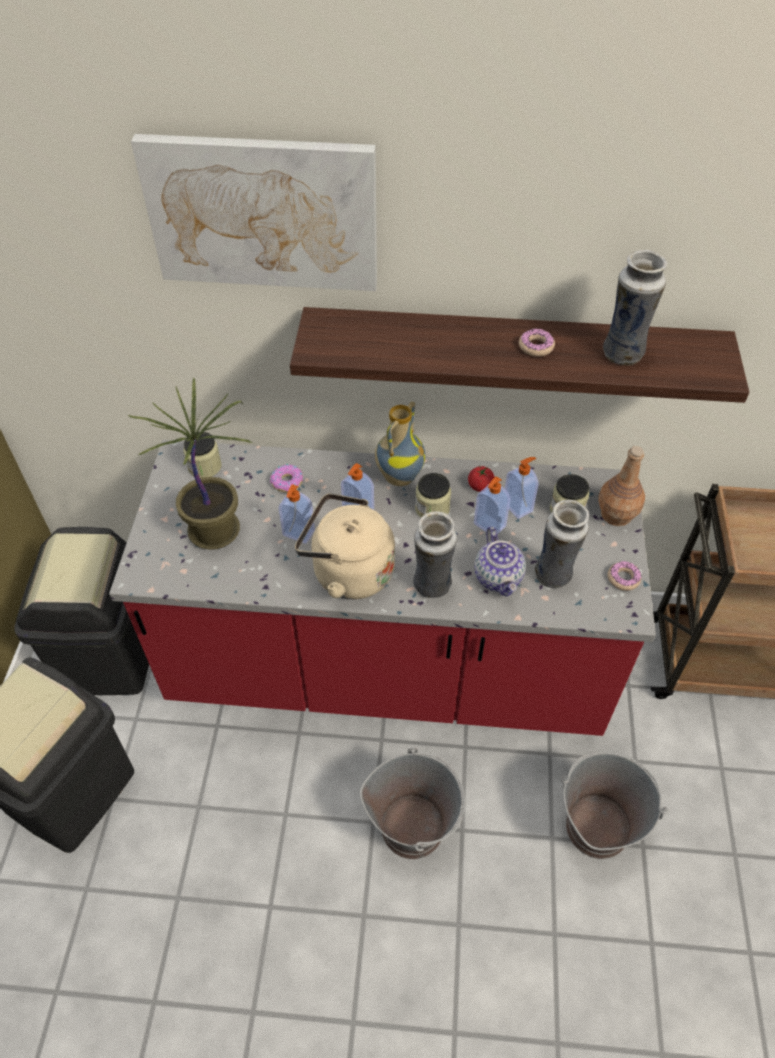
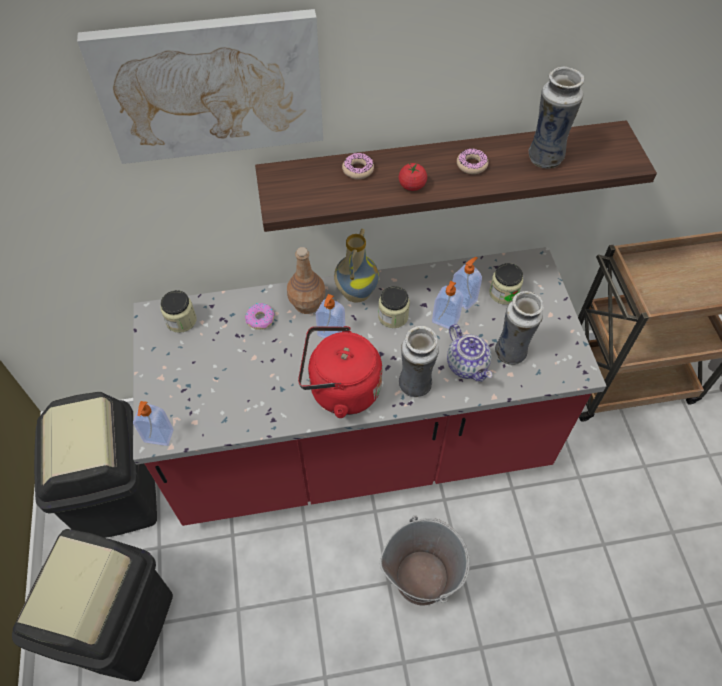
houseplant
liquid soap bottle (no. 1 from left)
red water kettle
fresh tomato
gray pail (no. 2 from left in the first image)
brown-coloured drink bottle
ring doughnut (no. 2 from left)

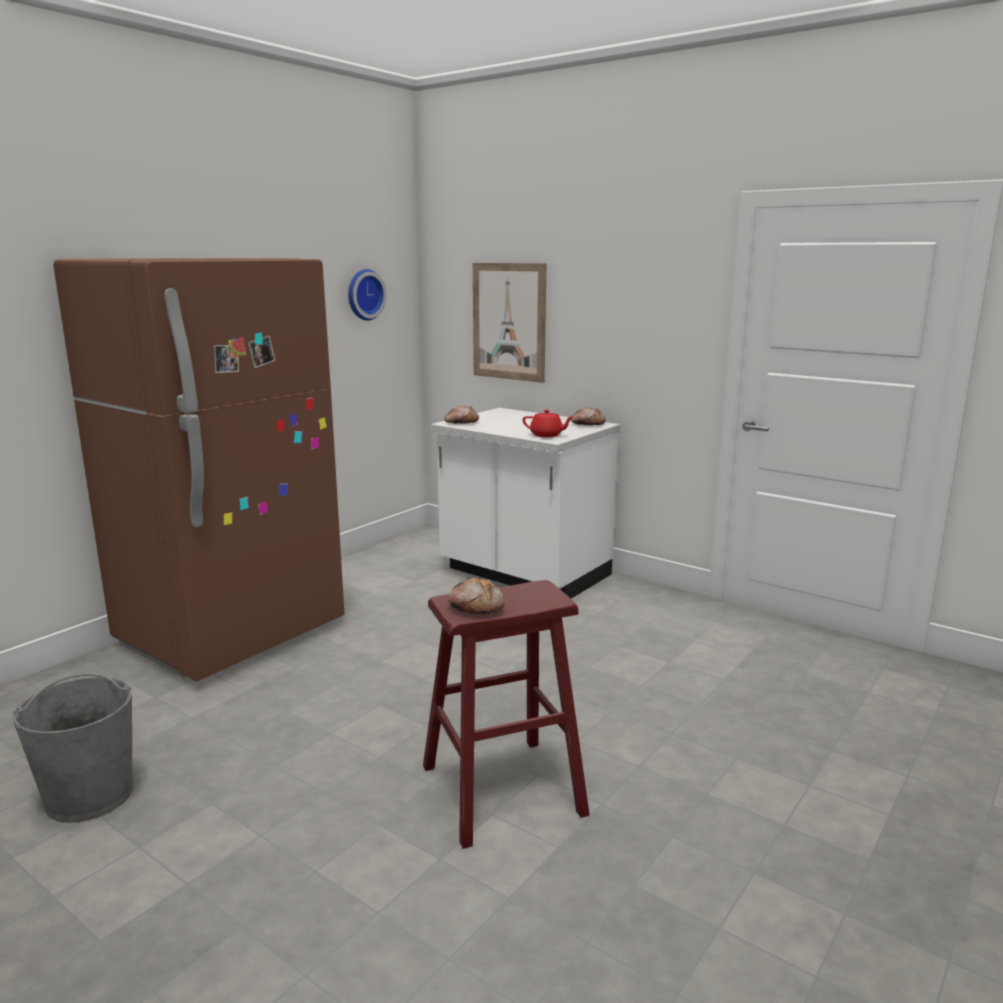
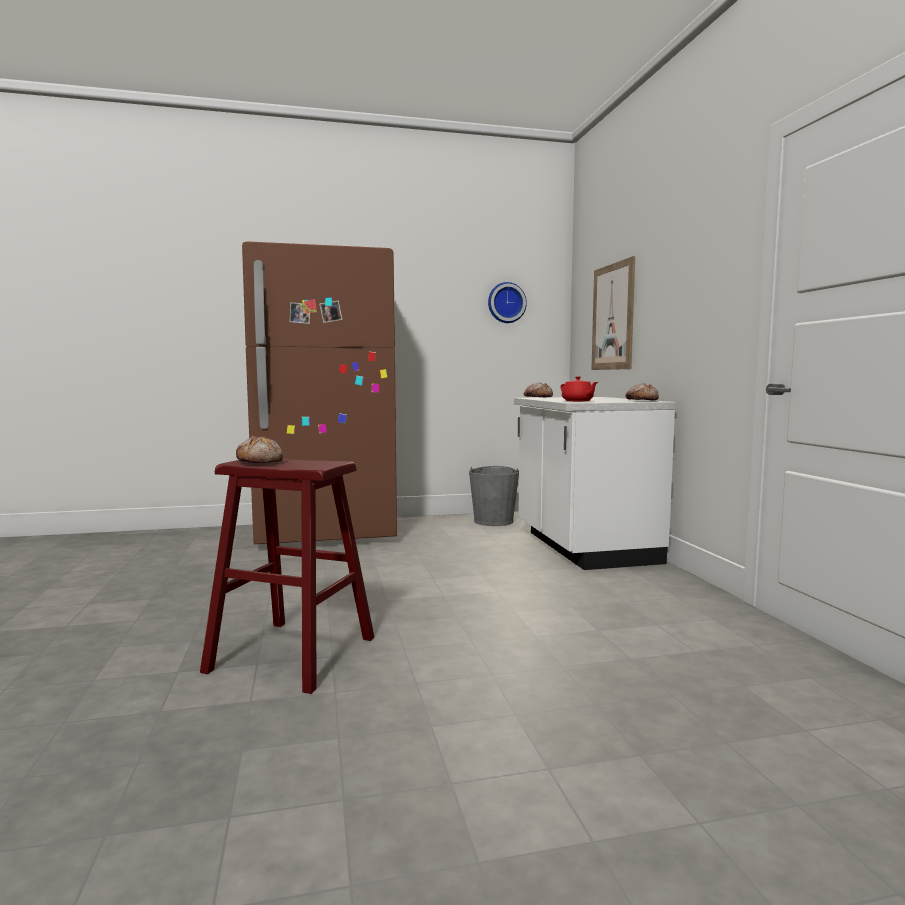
gray pail

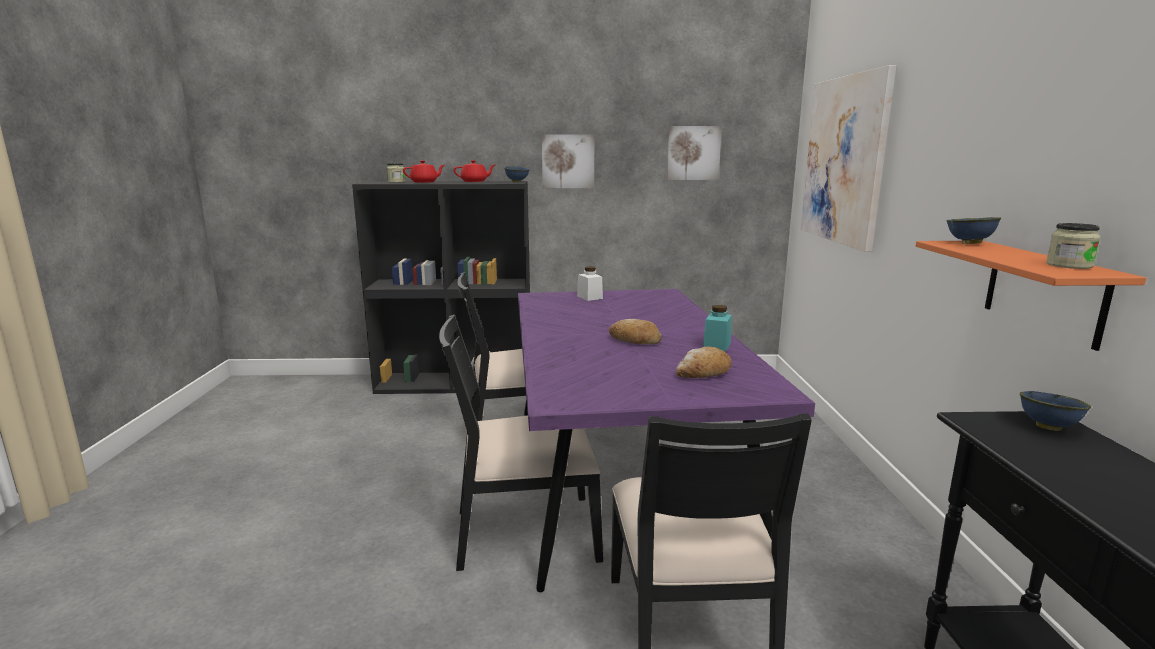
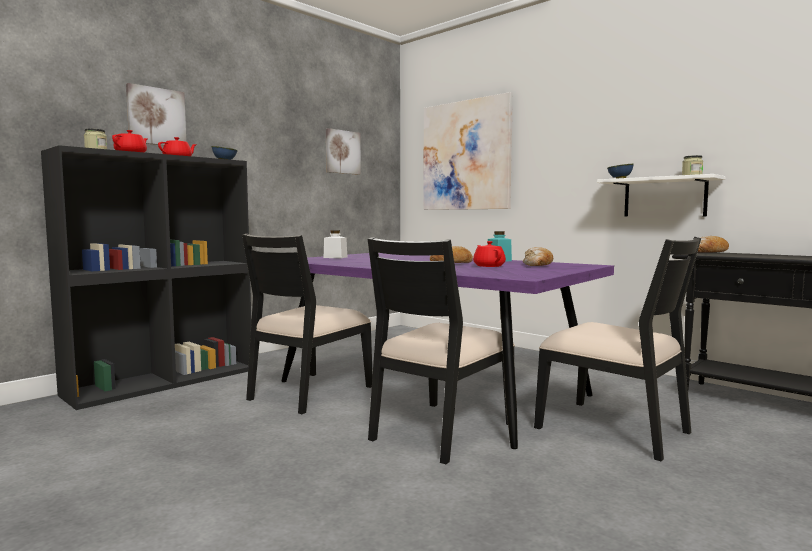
wall art (no. 1 from left)
white-coloured bracket shelf
bread (no. 3 from left)
red pot for tea (no. 3 from left)

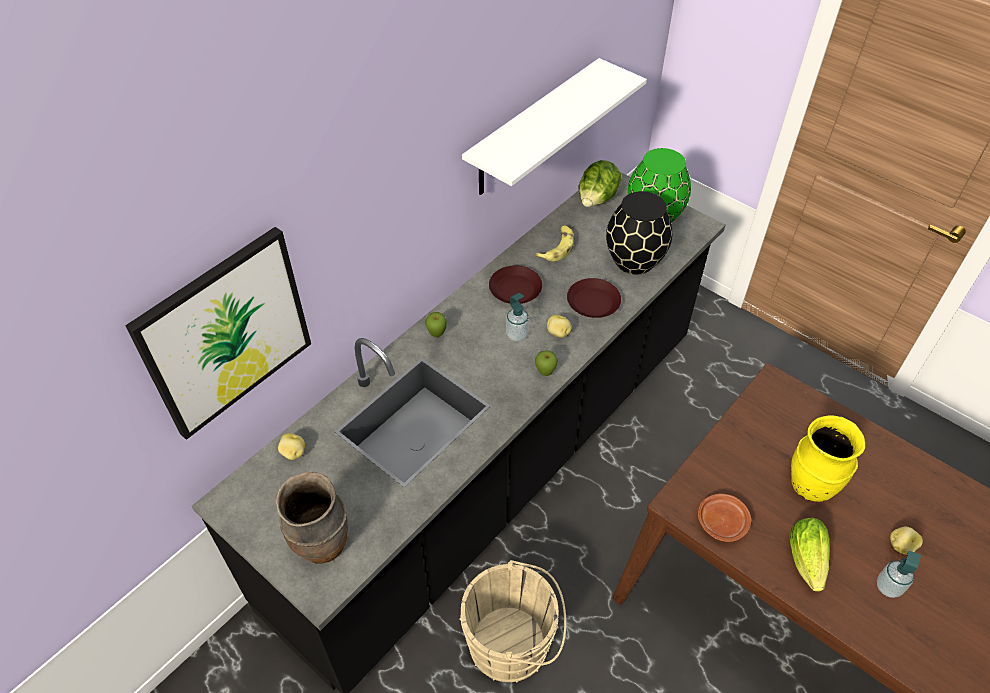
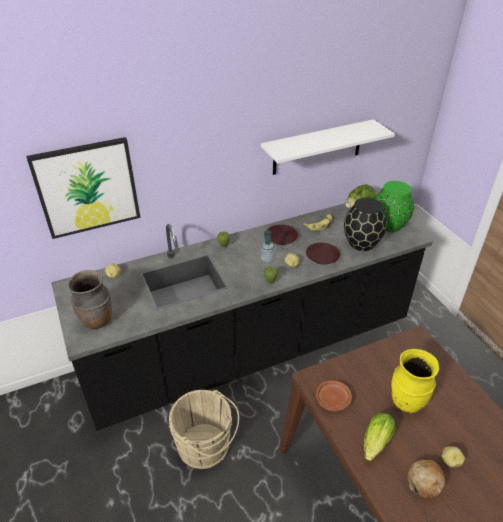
bread

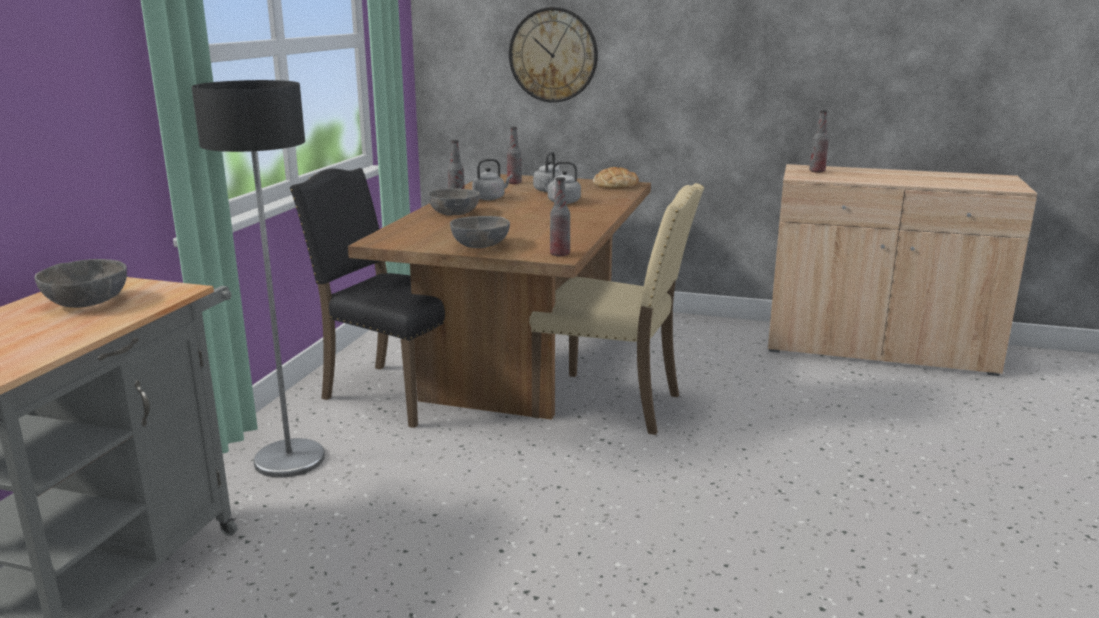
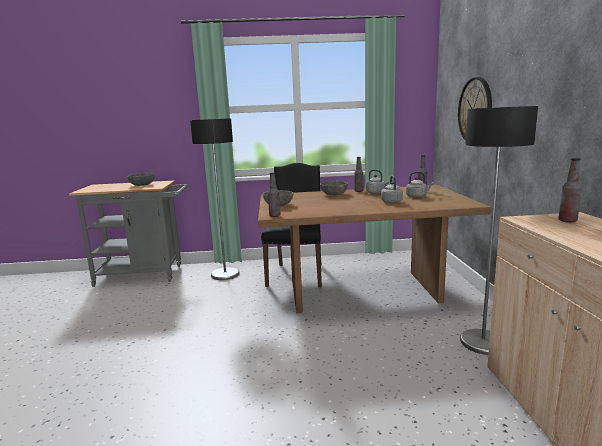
beige-coloured upright chair
bread
floor lamp (no. 2 from left)

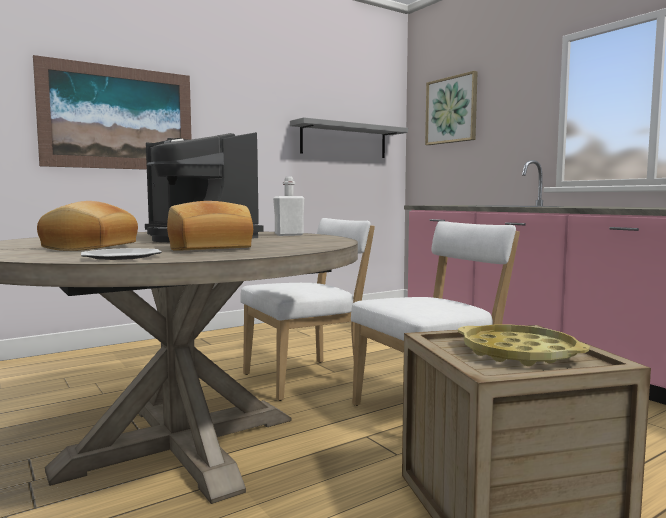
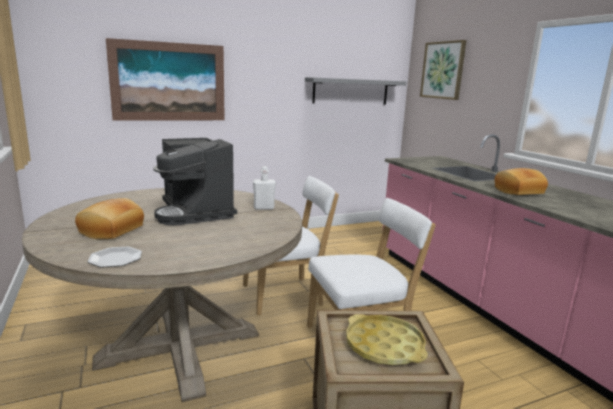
bread (no. 2 from left)

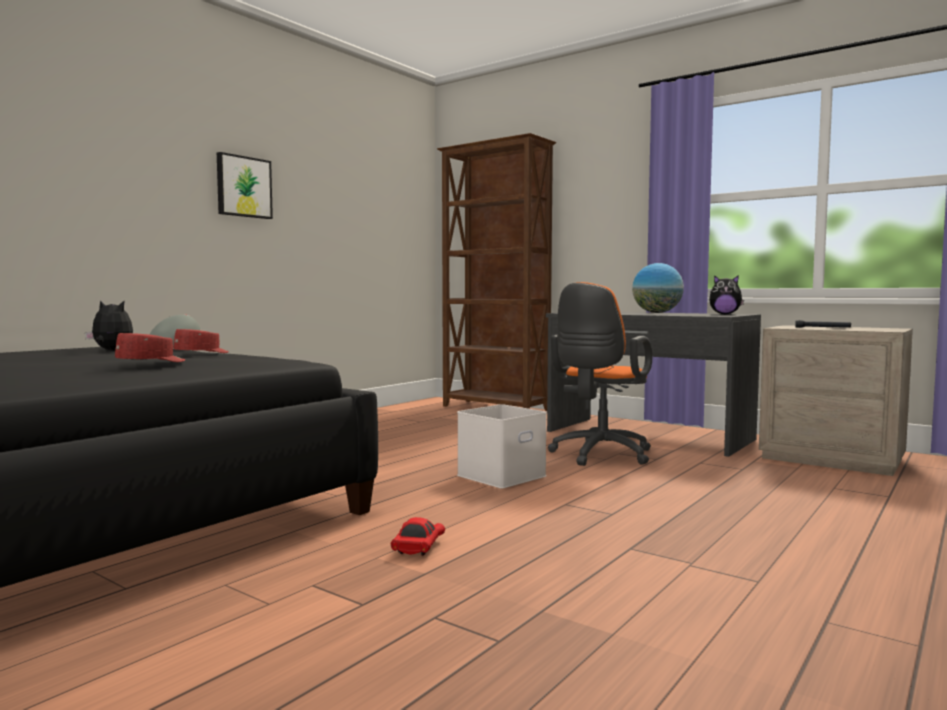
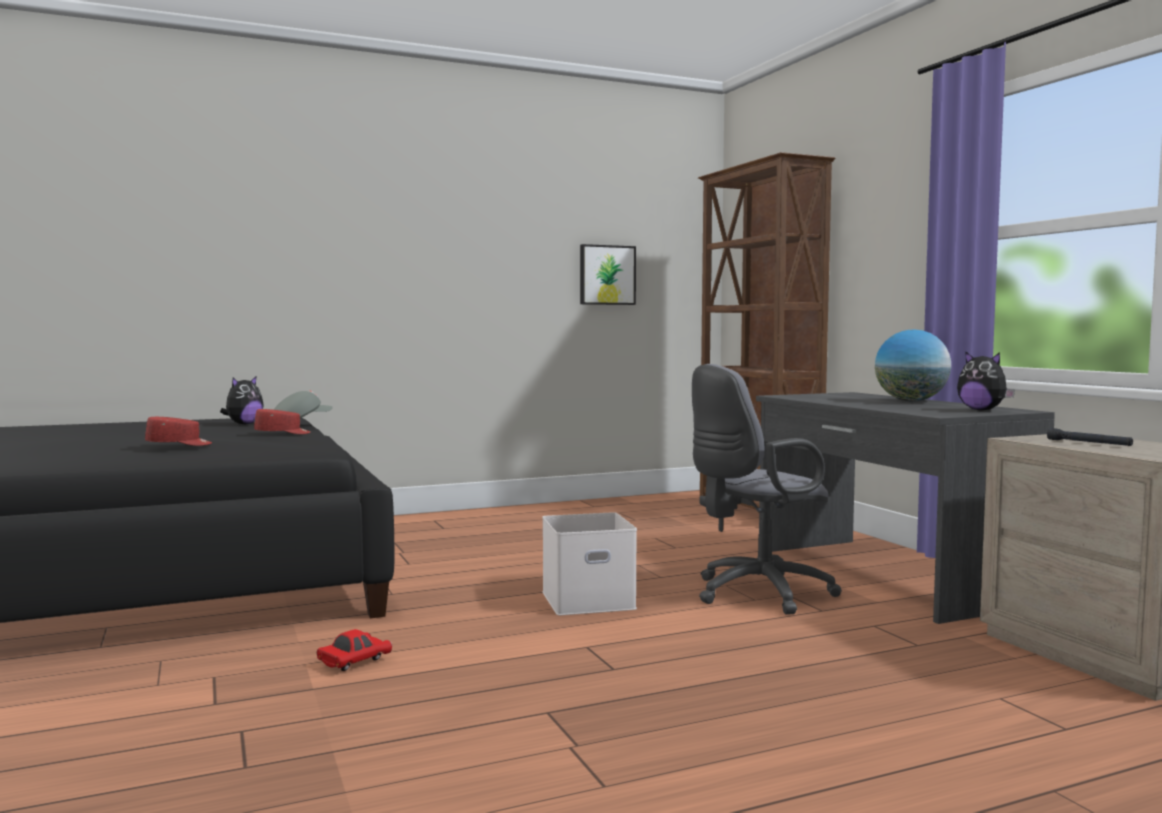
cuddly toy (no. 1 from left)
wall art
gray desk chair

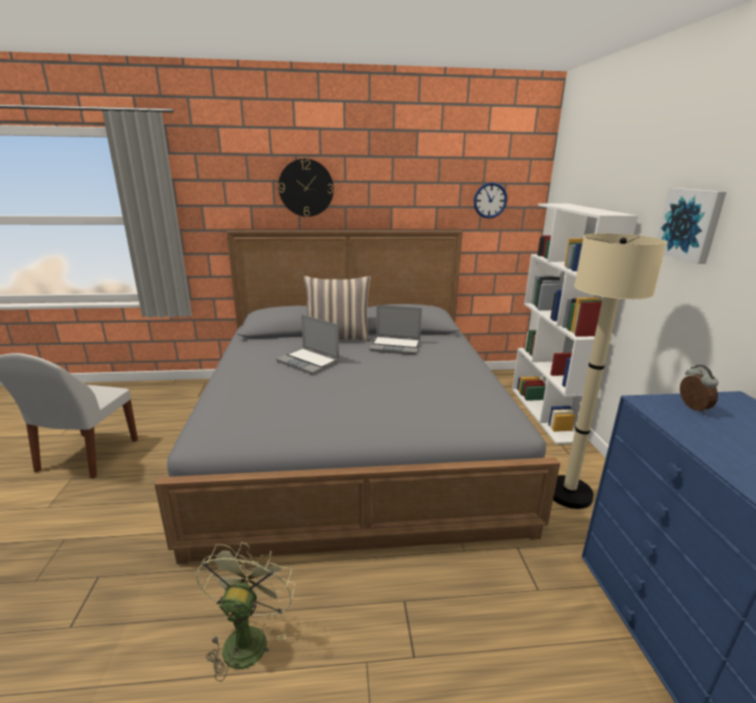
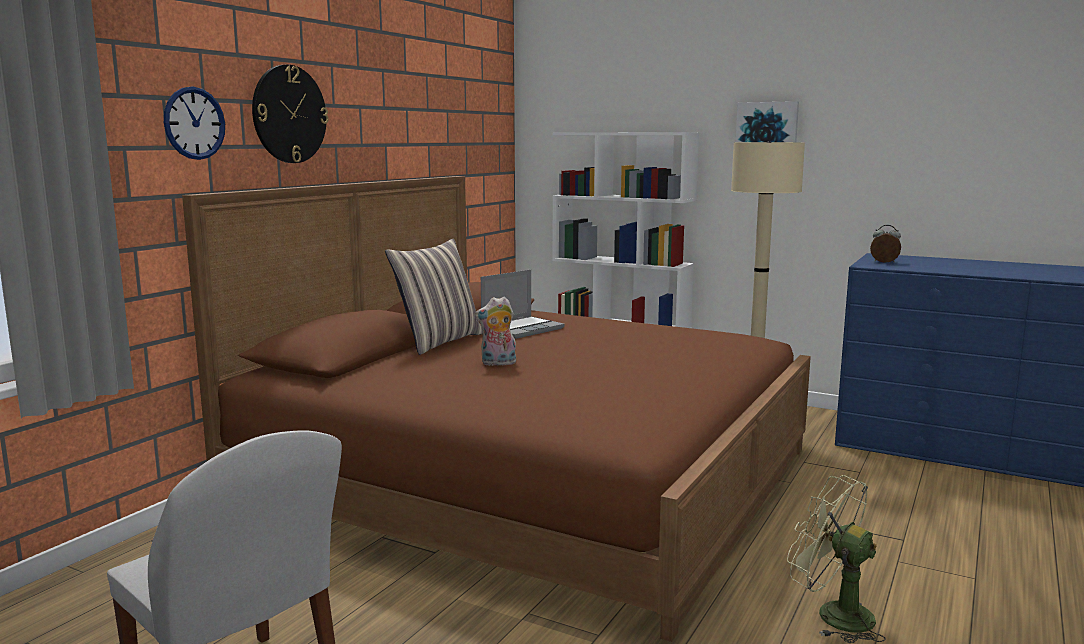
brown-coloured bed
cuddly toy
wall clock (no. 1 from left)

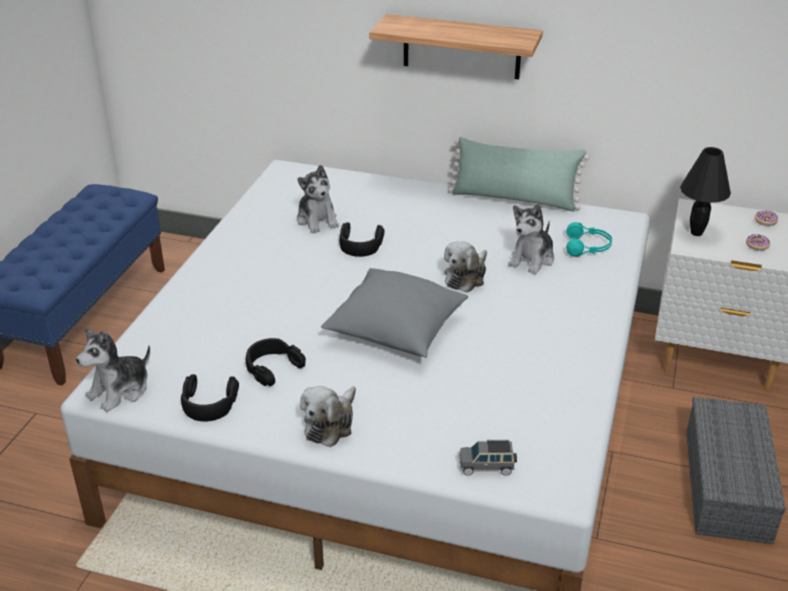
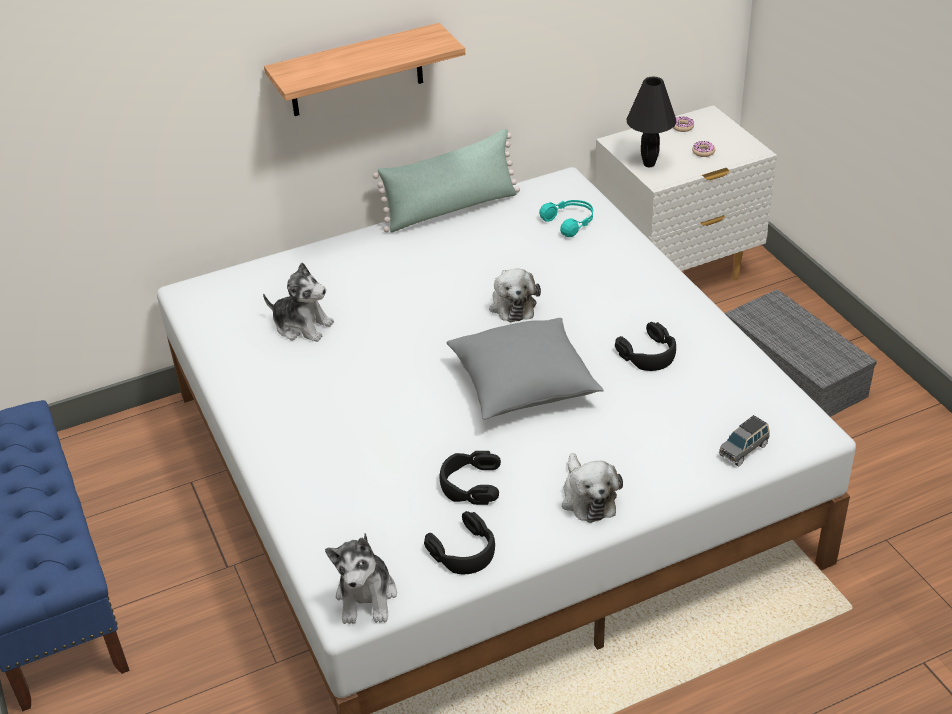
blackish pair of headphones (no. 3 from left)
cuddly toy (no. 5 from left in the first image)

